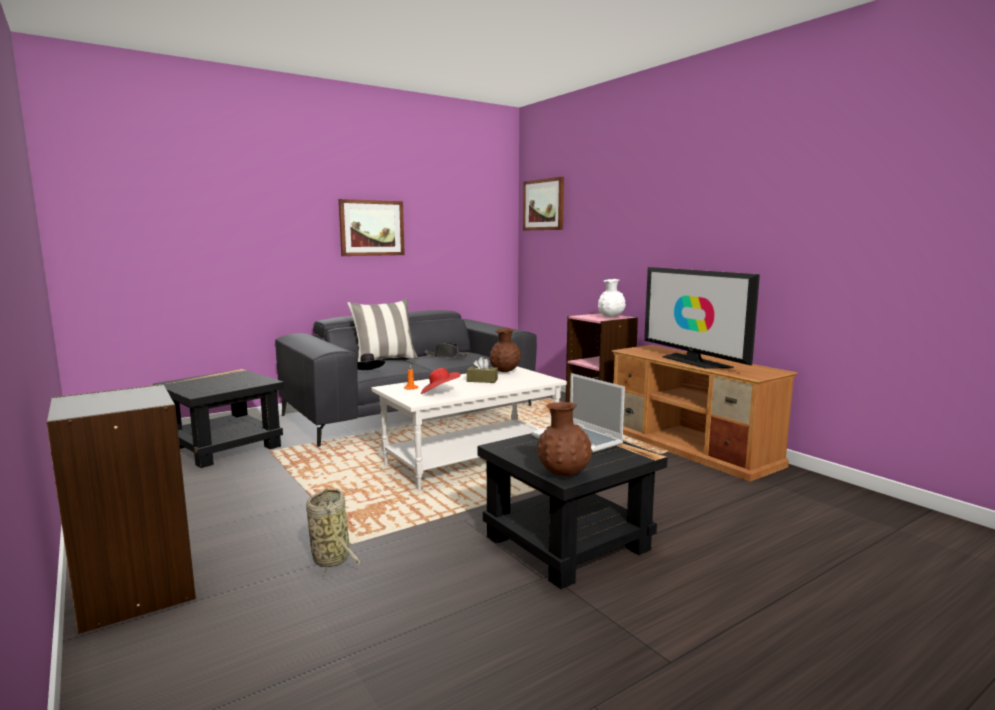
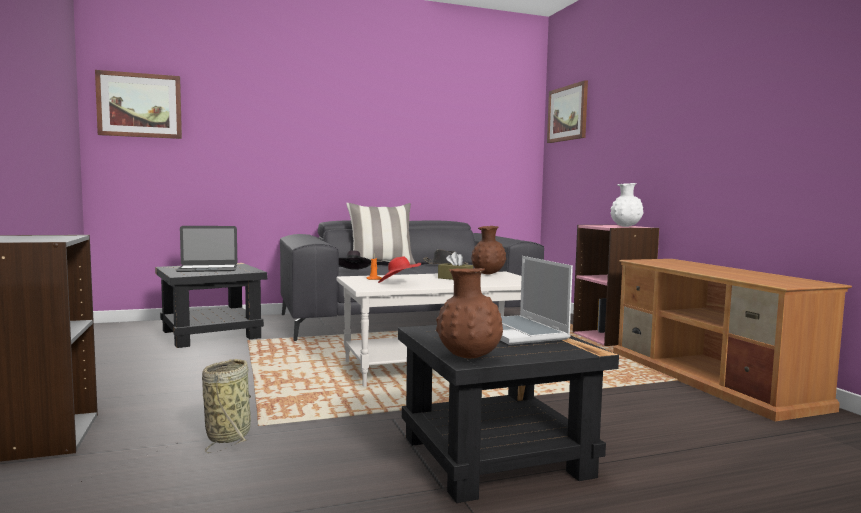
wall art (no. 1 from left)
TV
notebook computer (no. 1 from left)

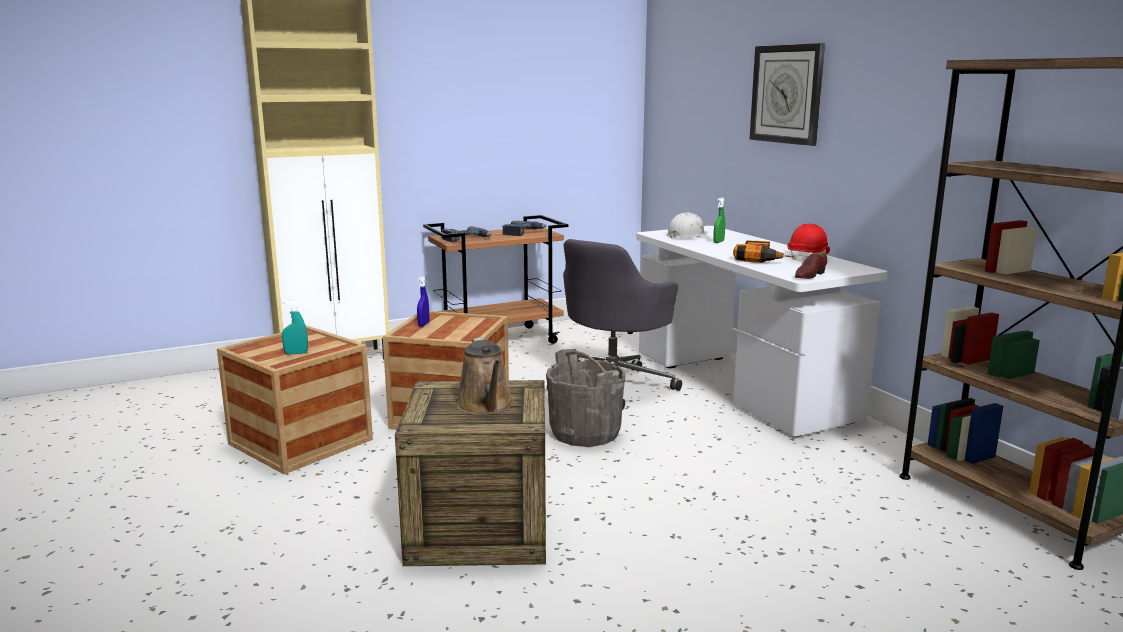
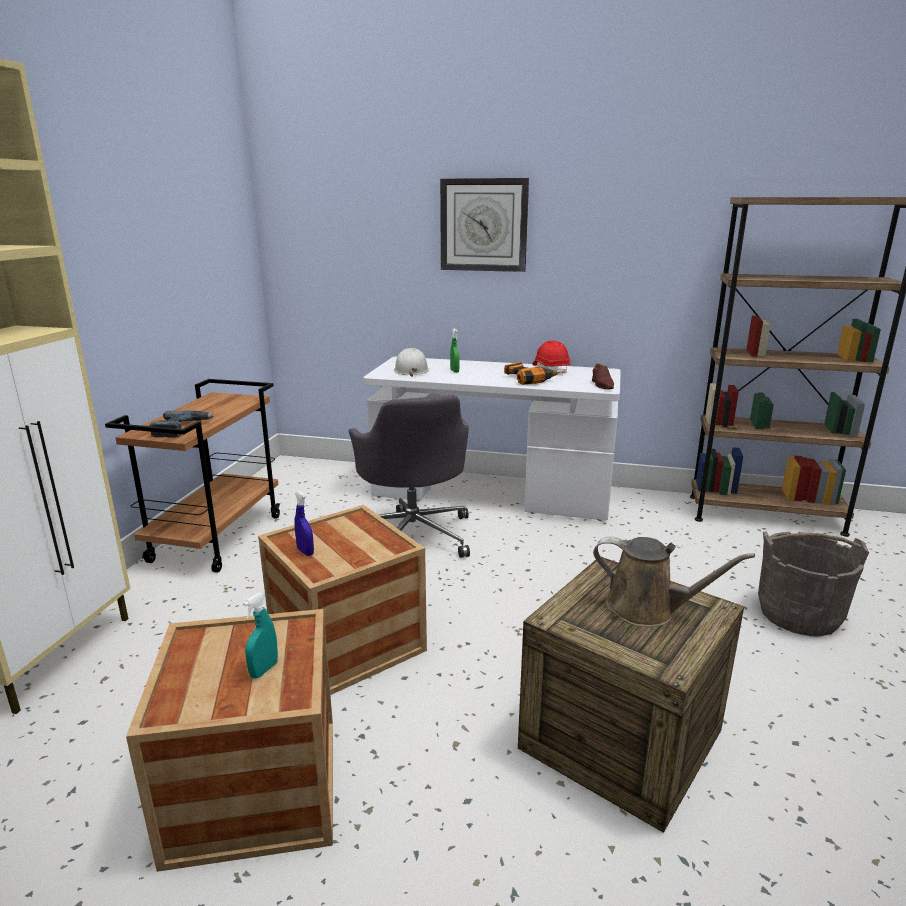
power drill (no. 2 from left in the first image)
gray pail

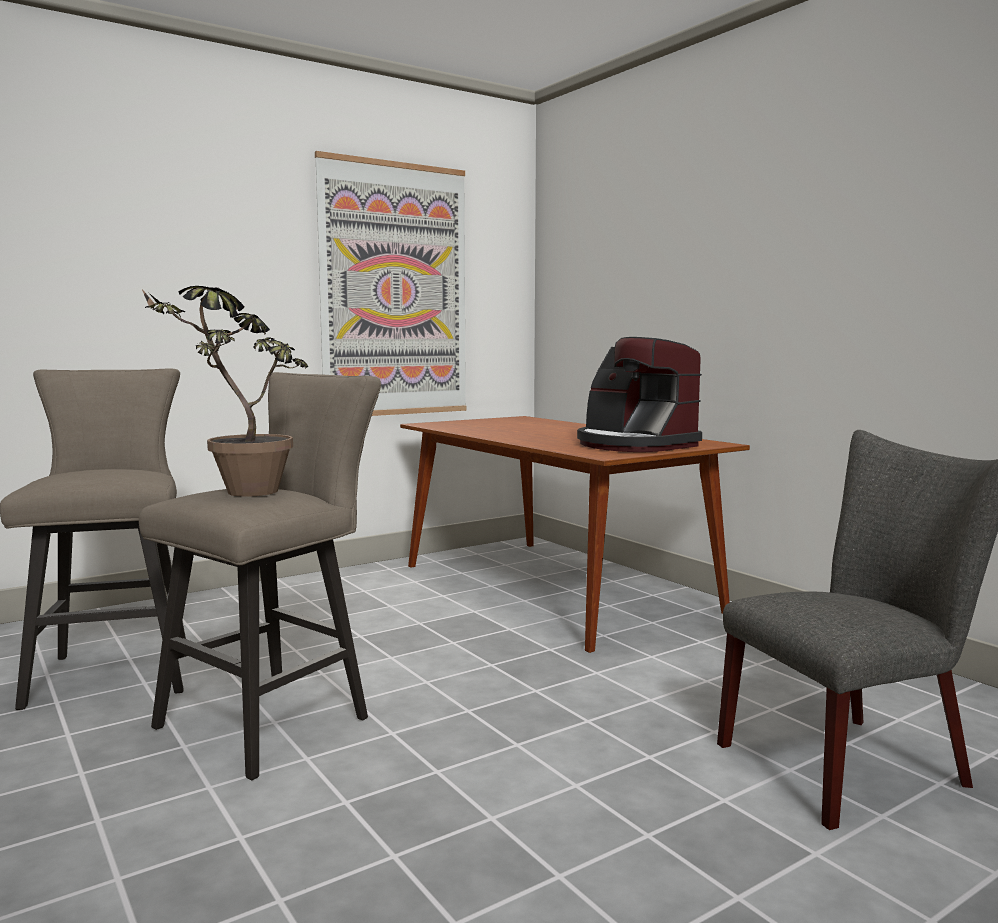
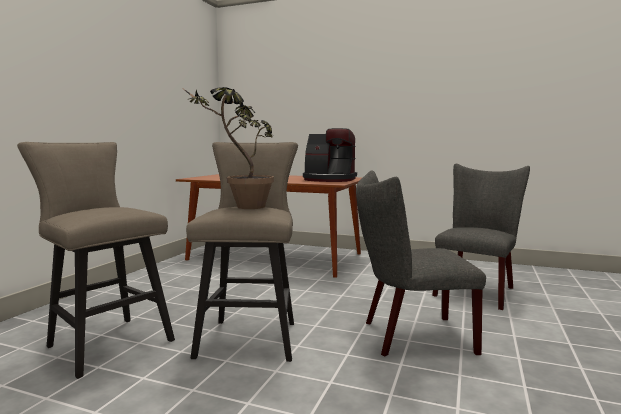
wall art
gray upright chair (no. 1 from left)

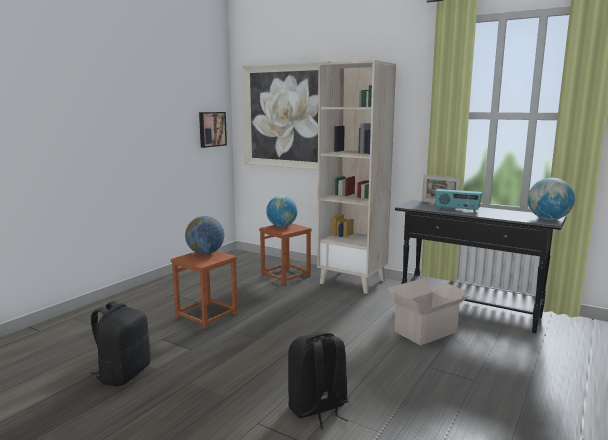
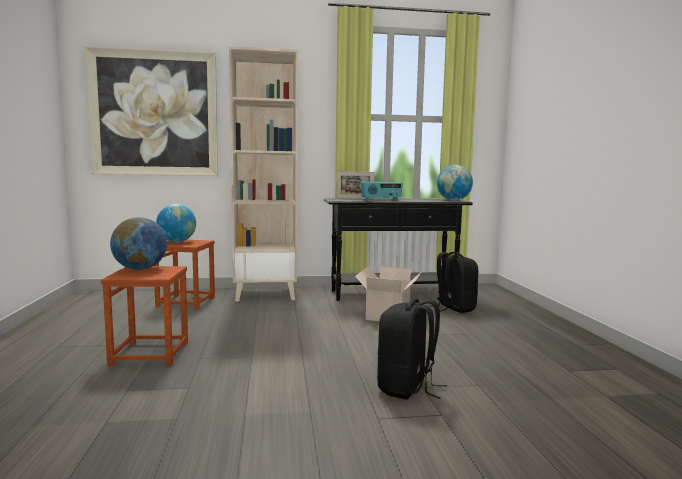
blackish rucksack (no. 2 from left)
wall art (no. 1 from left in the first image)

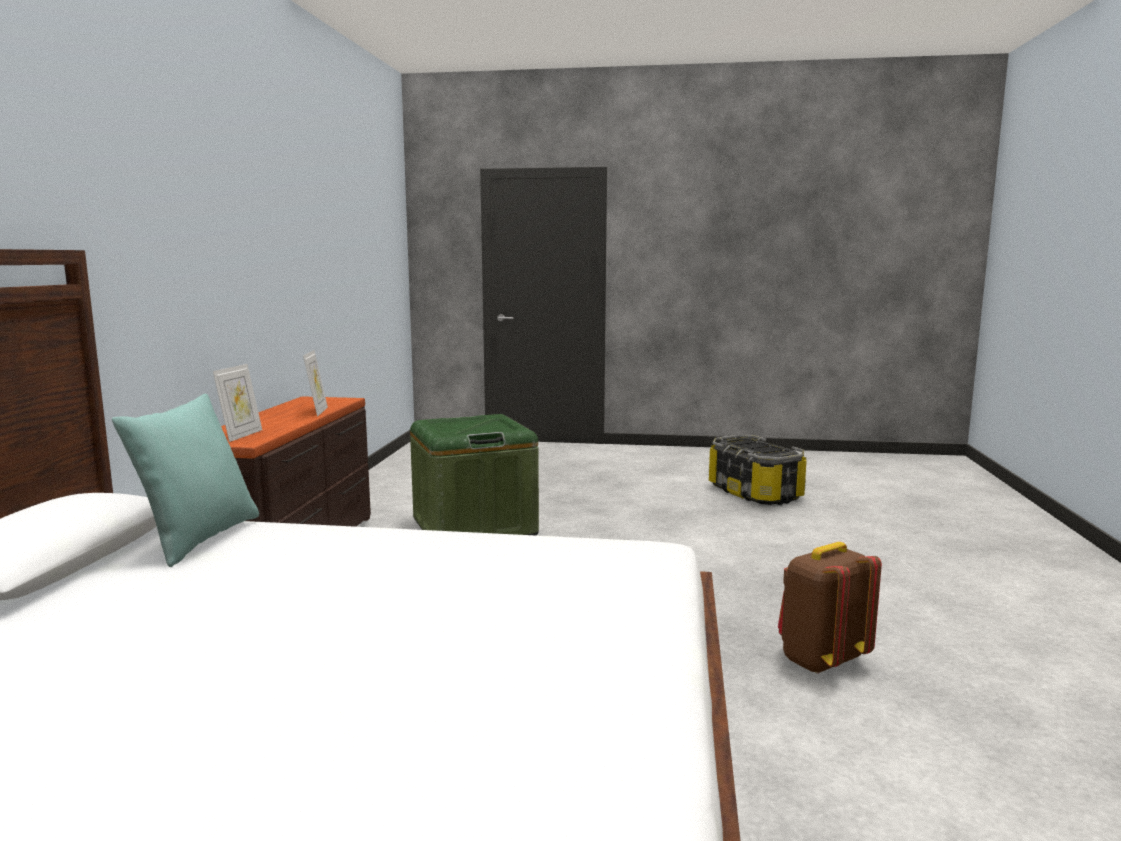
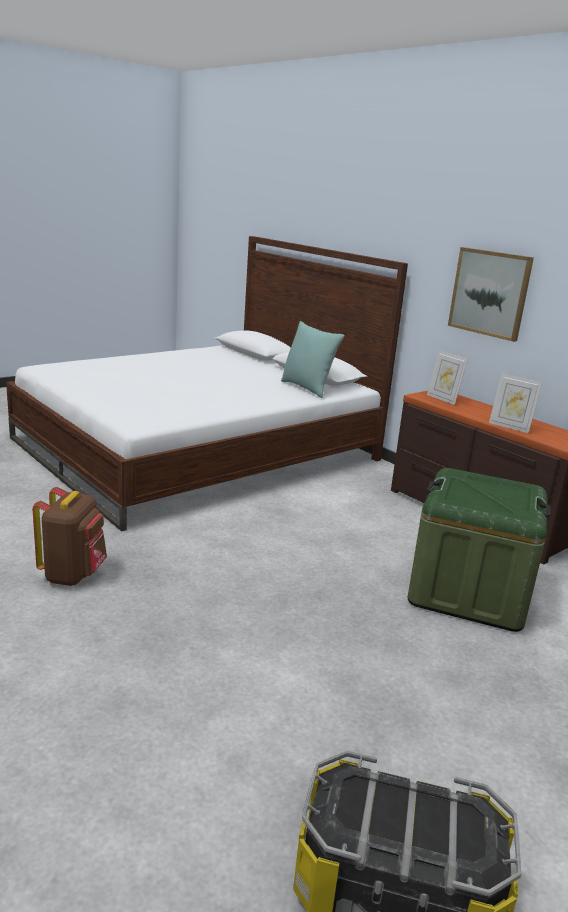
wall art

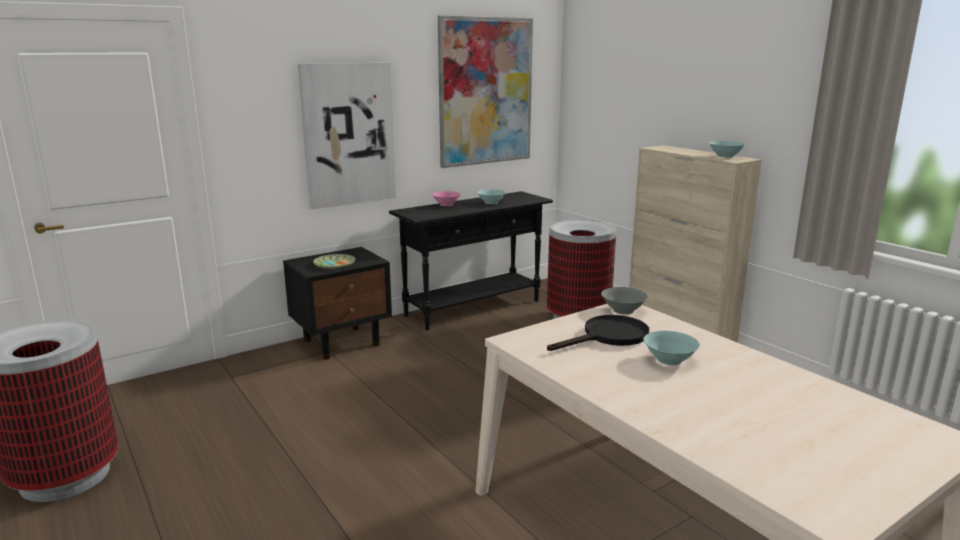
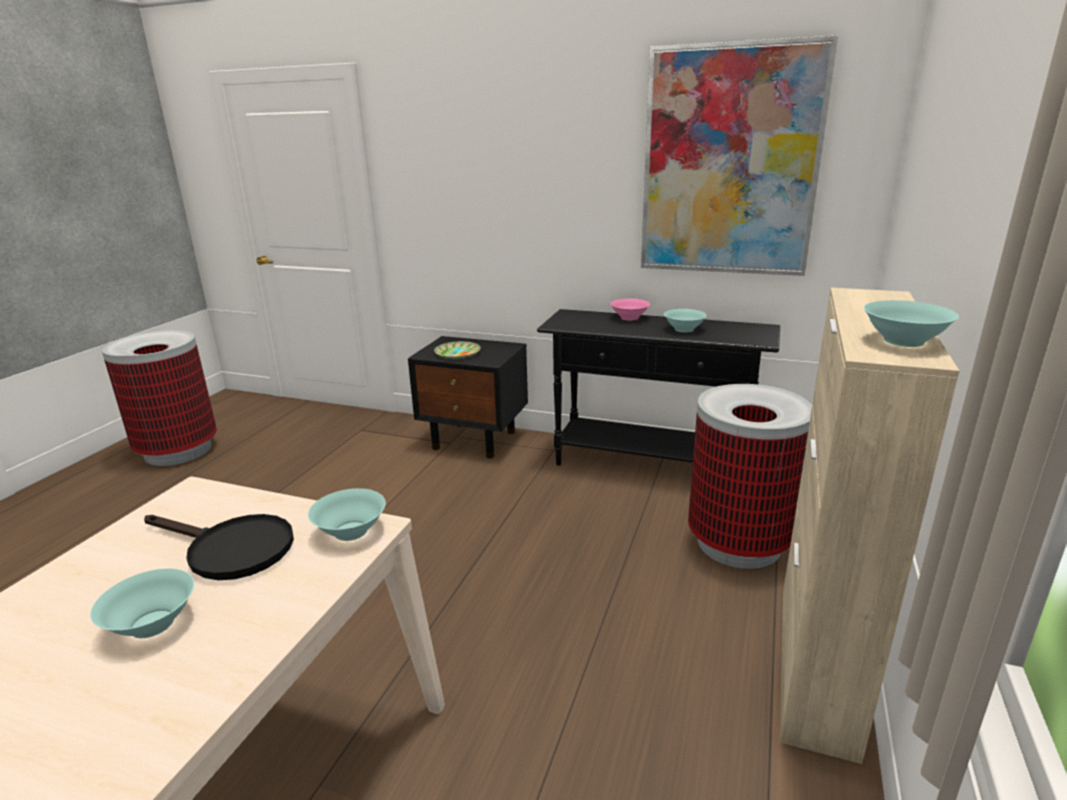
wall art (no. 1 from left in the first image)
turquoise-coloured serving bowl (no. 2 from left)

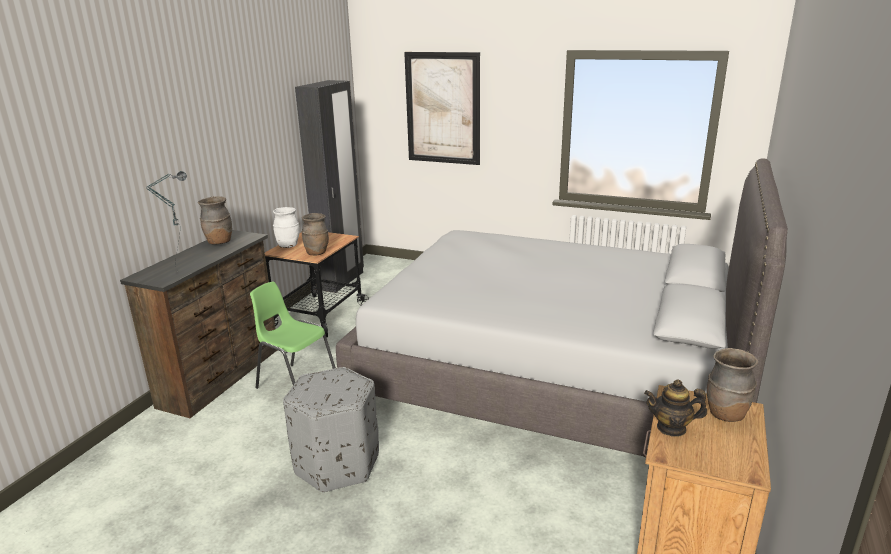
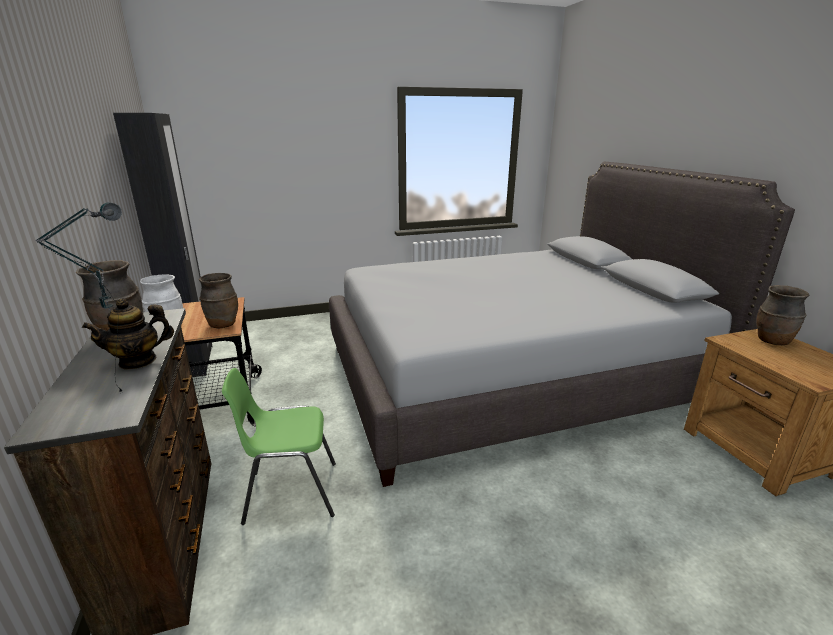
gray footrest
wall art
pot for tea

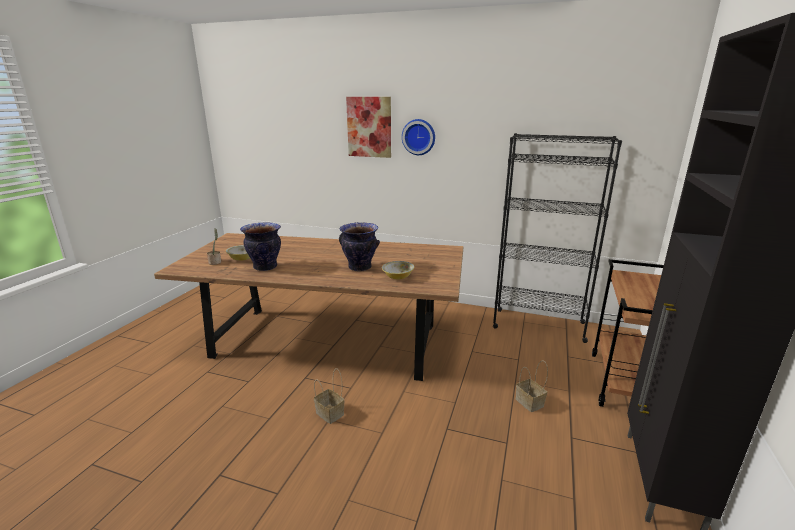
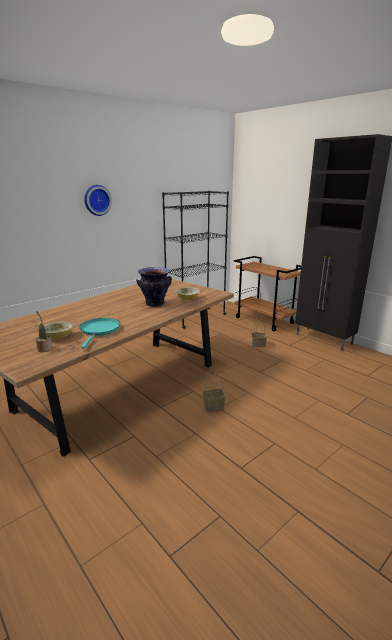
turquoise-coloured pan
wall art

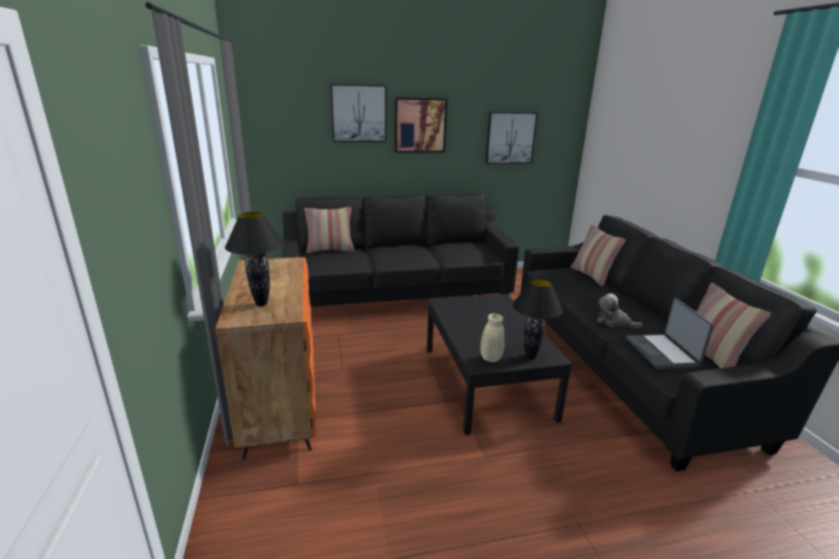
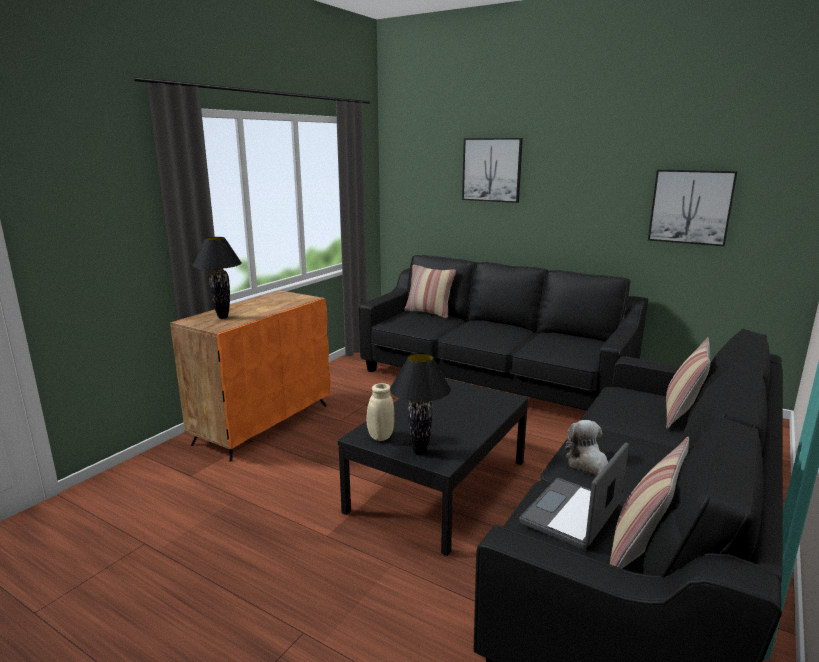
wall art (no. 2 from left in the first image)

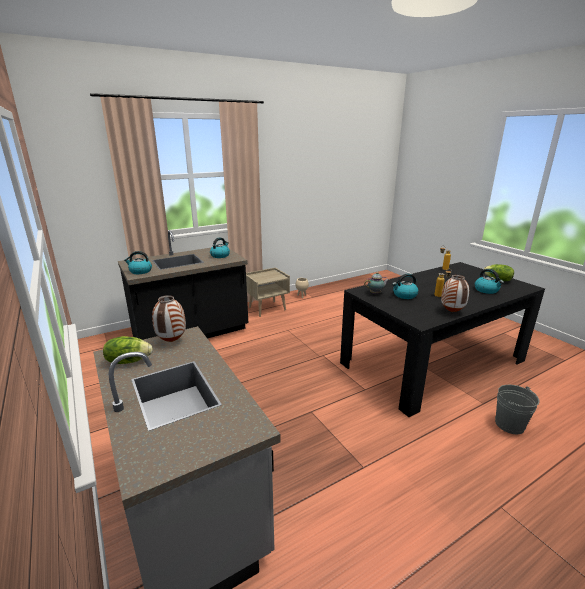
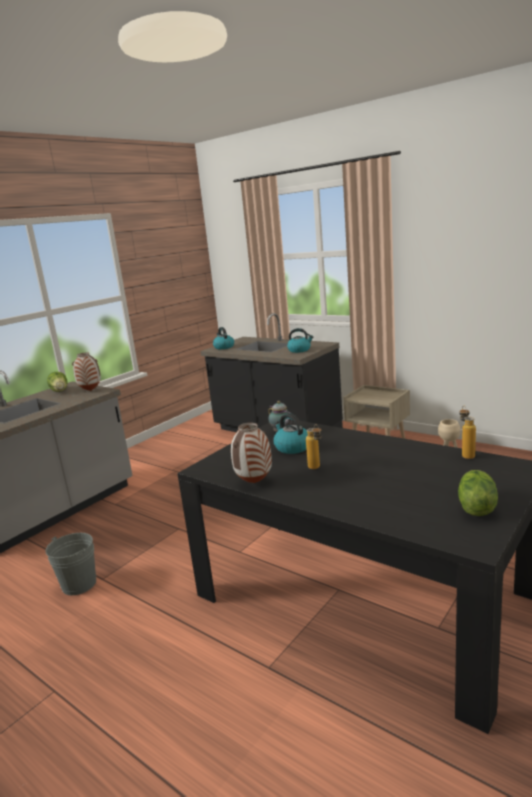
water kettle (no. 4 from left in the first image)
gray pail

